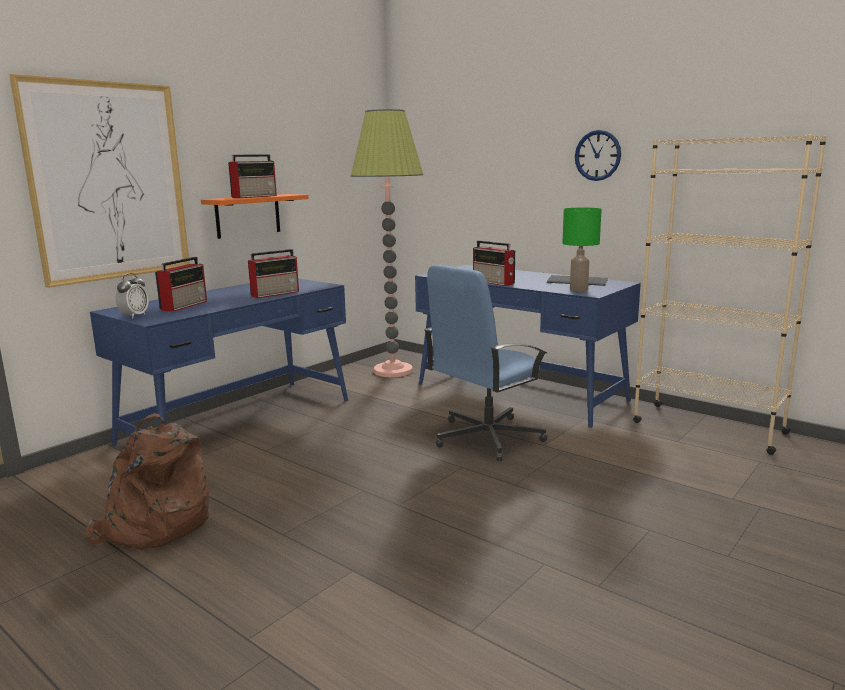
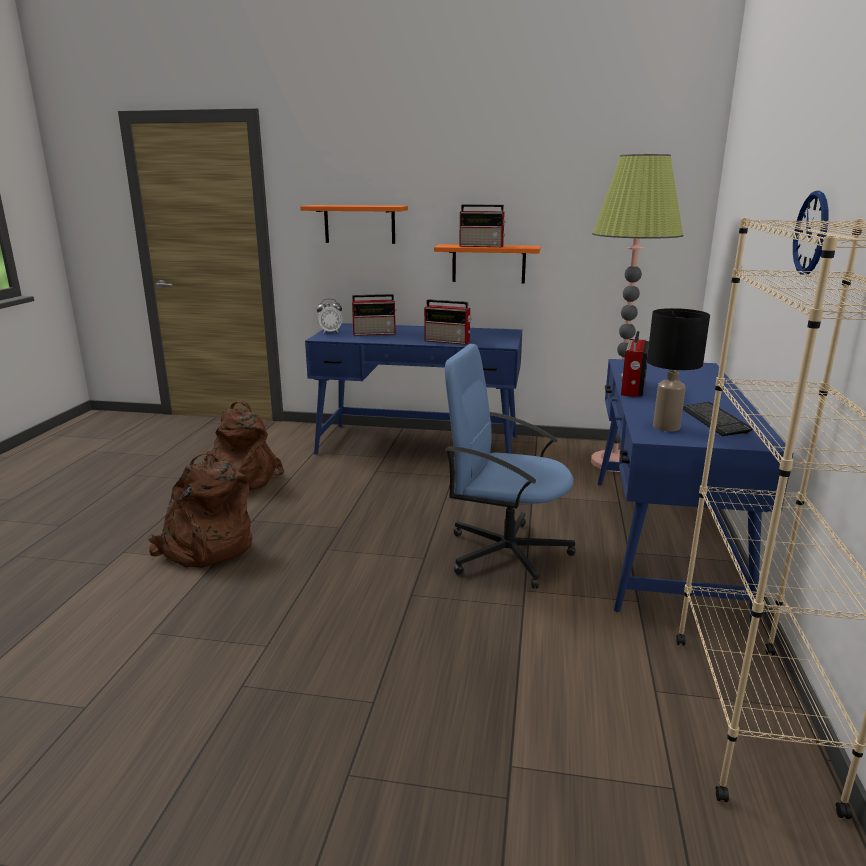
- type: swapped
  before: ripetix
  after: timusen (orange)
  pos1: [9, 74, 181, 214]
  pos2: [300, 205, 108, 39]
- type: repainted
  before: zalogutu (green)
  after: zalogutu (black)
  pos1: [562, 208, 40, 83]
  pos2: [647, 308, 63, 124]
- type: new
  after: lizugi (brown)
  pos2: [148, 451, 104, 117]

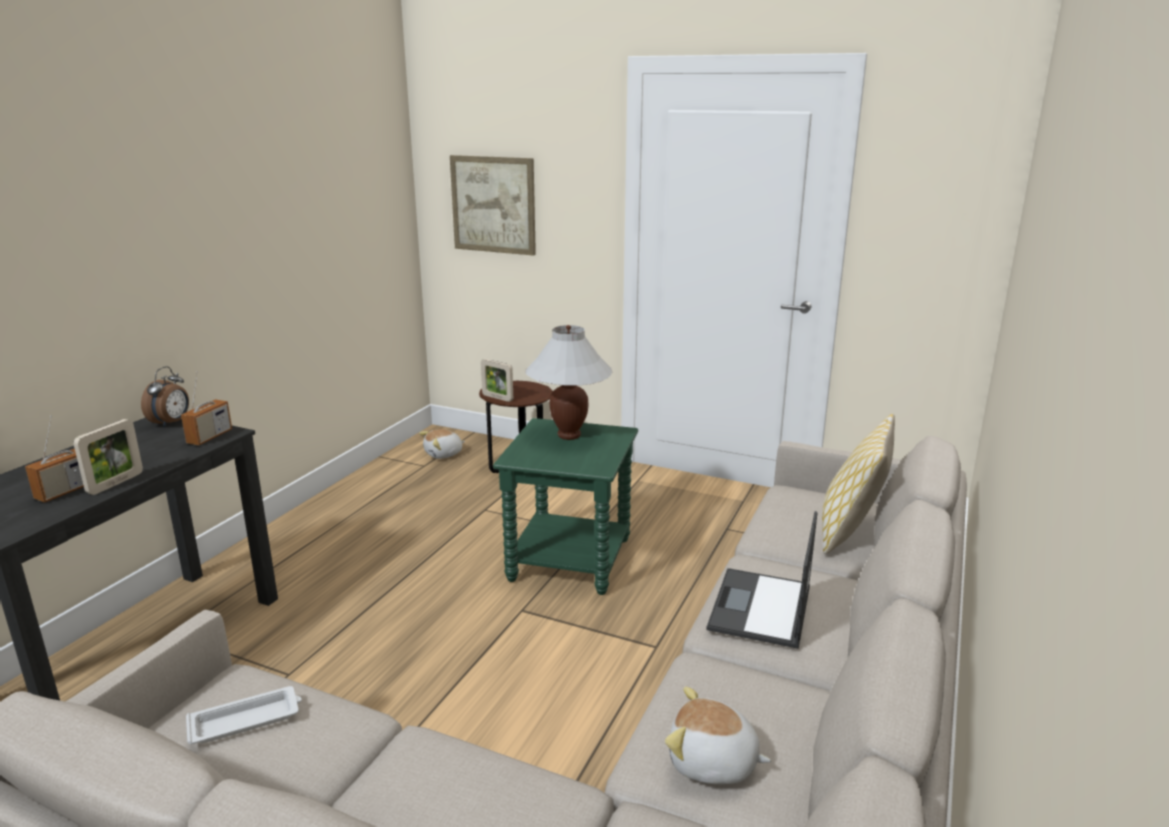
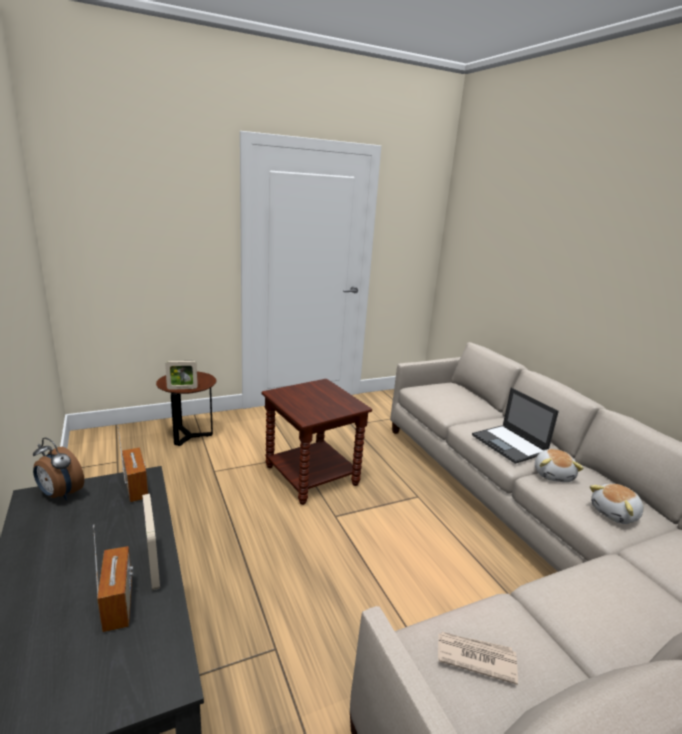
- type: gone
  before: ripetix
  pos1: [450, 155, 86, 101]
- type: gone
  before: zalogutu (white)
  pos1: [525, 325, 87, 115]
- type: rotated
  before: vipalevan
  pos1: [141, 366, 48, 61]
  pos2: [33, 438, 51, 62]
  turn: 150
- type: gone
  before: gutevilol
  pos1: [822, 414, 73, 140]
- type: repainted
  before: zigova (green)
  after: zigova (brown)
  pos1: [493, 418, 145, 177]
  pos2: [261, 379, 111, 126]
- type: shifted
  before: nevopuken
  pos1: [419, 429, 46, 30]
  pos2: [535, 449, 49, 33]
- type: swapped
  before: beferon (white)
  after: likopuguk
  pos1: [186, 686, 116, 58]
  pos2: [438, 632, 80, 53]

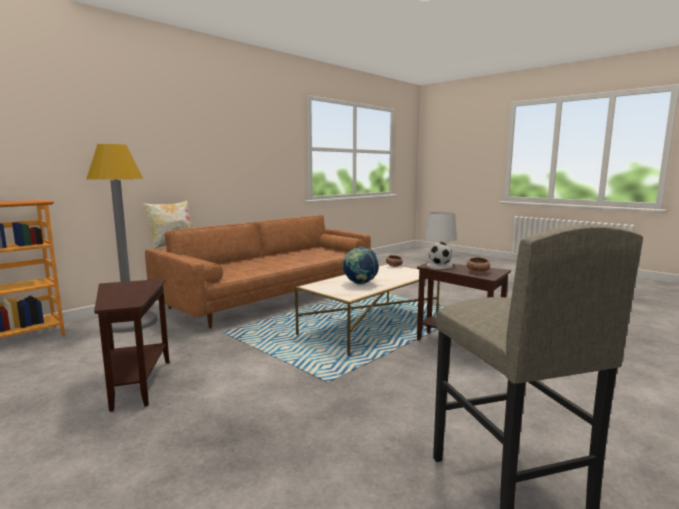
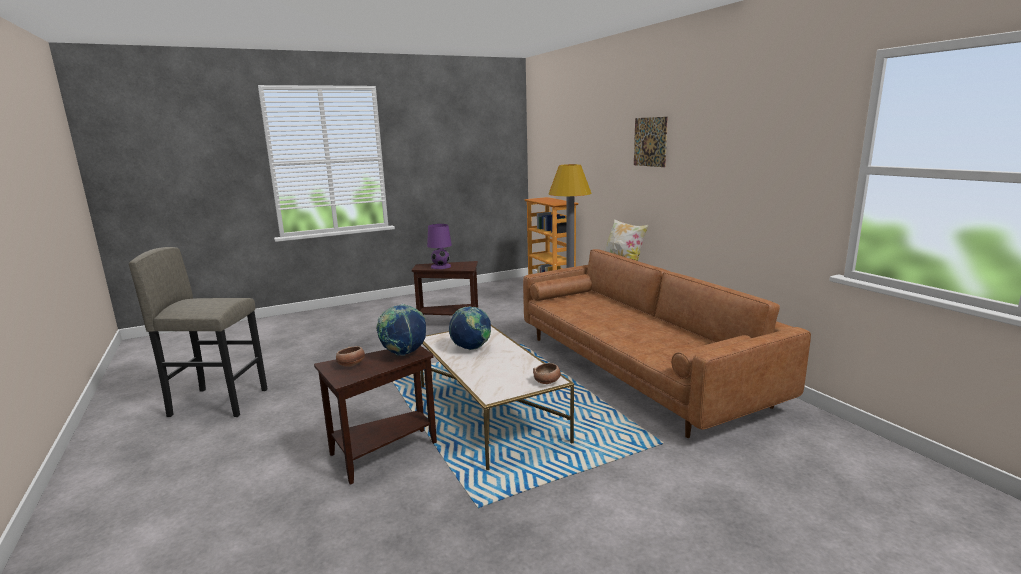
- type: swapped
  before: zalogutu (white)
  after: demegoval
  pos1: [425, 212, 32, 57]
  pos2: [376, 304, 50, 52]
- type: new
  after: ripetix
  pos2: [634, 117, 34, 50]
- type: new
  after: zalogutu (purple)
  pos2: [427, 224, 25, 45]

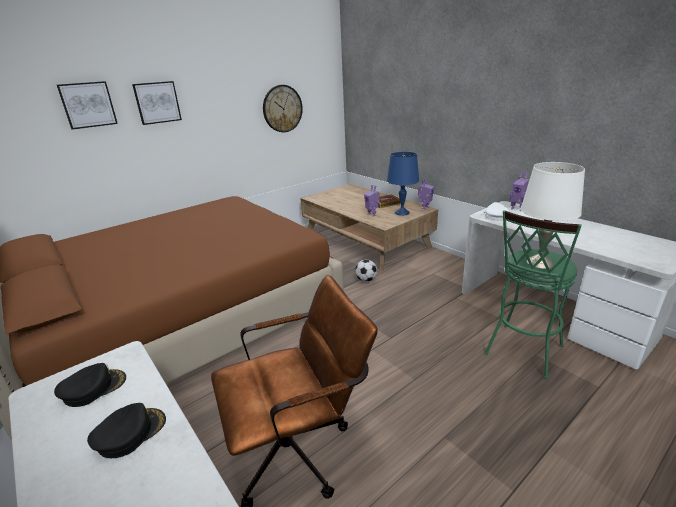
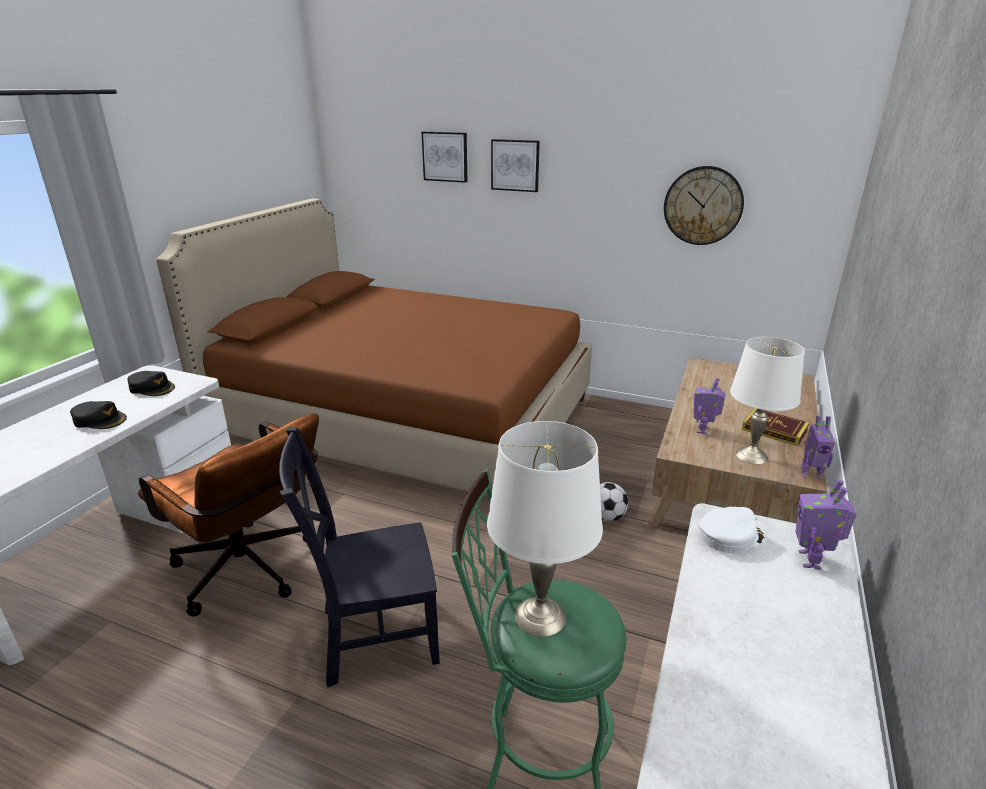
- type: repainted
  before: zalogutu (blue)
  after: zalogutu (white)
  pos1: [387, 152, 32, 64]
  pos2: [730, 337, 75, 127]
- type: new
  after: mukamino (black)
  pos2: [279, 427, 161, 260]

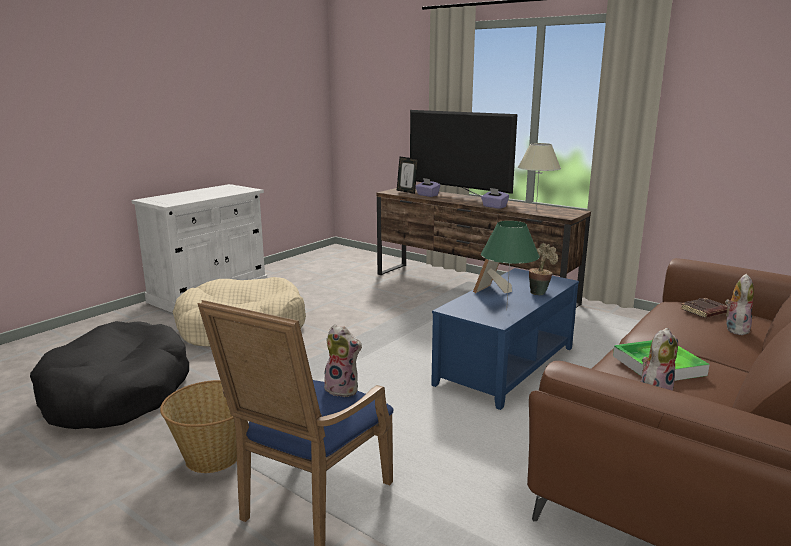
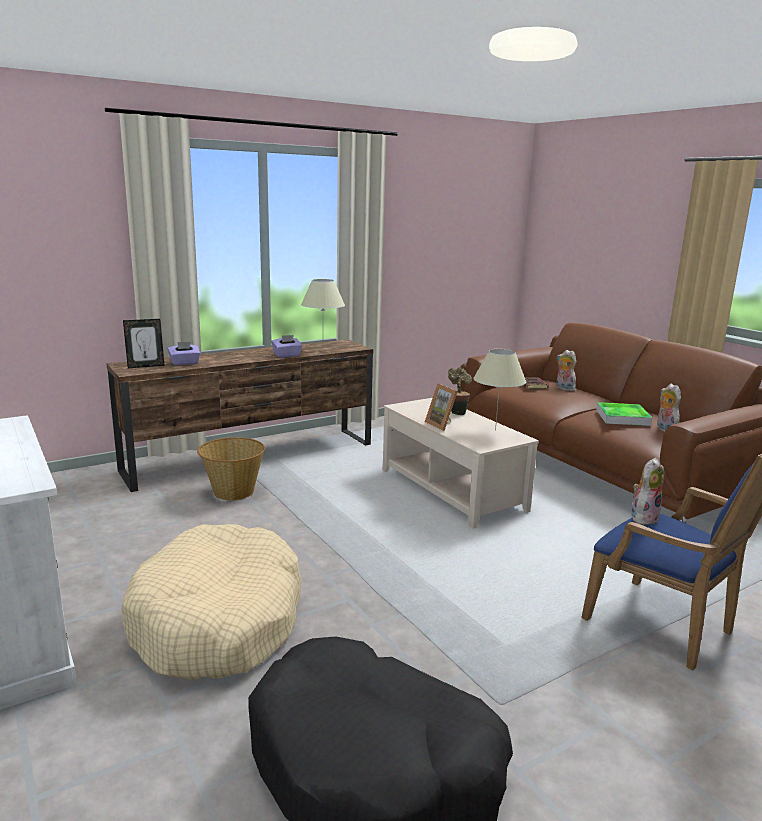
- type: gone
  before: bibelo
  pos1: [410, 110, 108, 87]
- type: repainted
  before: zalogutu (green)
  after: zalogutu (beige)
  pos1: [481, 221, 59, 90]
  pos2: [473, 349, 53, 82]
- type: repainted
  before: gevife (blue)
  after: gevife (beige)
  pos1: [431, 268, 148, 142]
  pos2: [383, 398, 156, 131]
- type: shifted
  before: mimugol
  pos1: [160, 380, 77, 93]
  pos2: [197, 437, 68, 63]

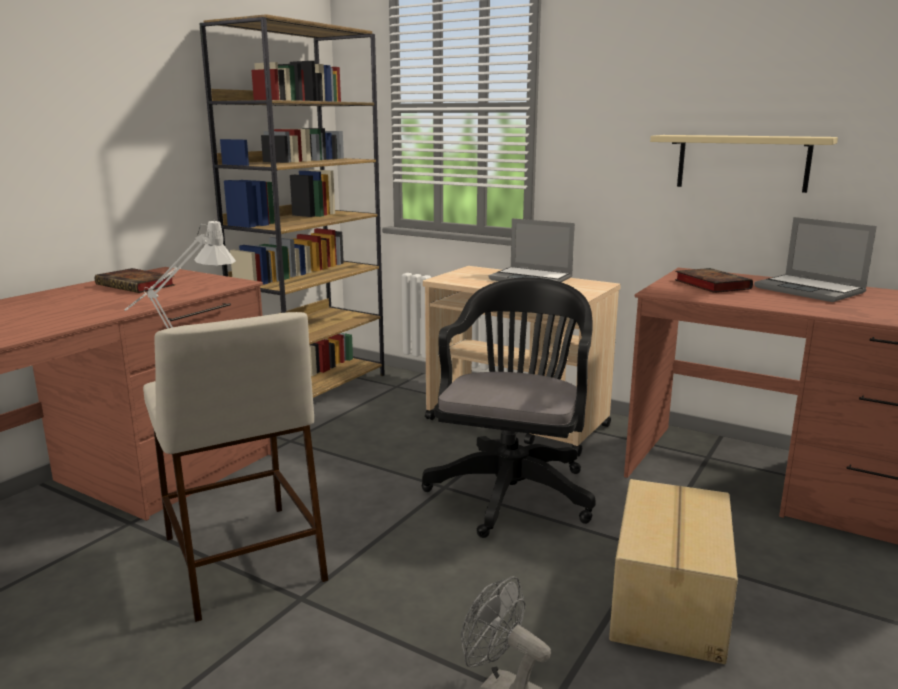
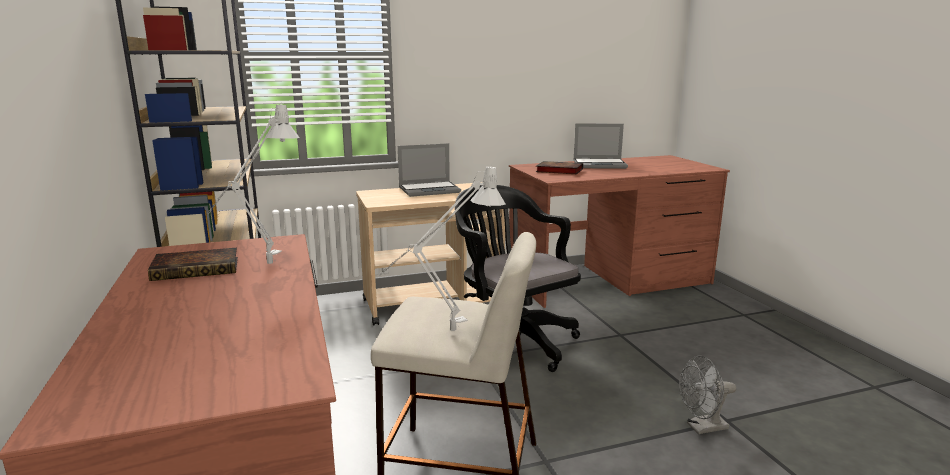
- type: gone
  before: timusen (beige)
  pos1: [650, 135, 188, 58]
- type: gone
  before: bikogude
  pos1: [609, 479, 129, 185]
- type: new
  after: zalogutu (grey)
  pos2: [207, 104, 93, 160]

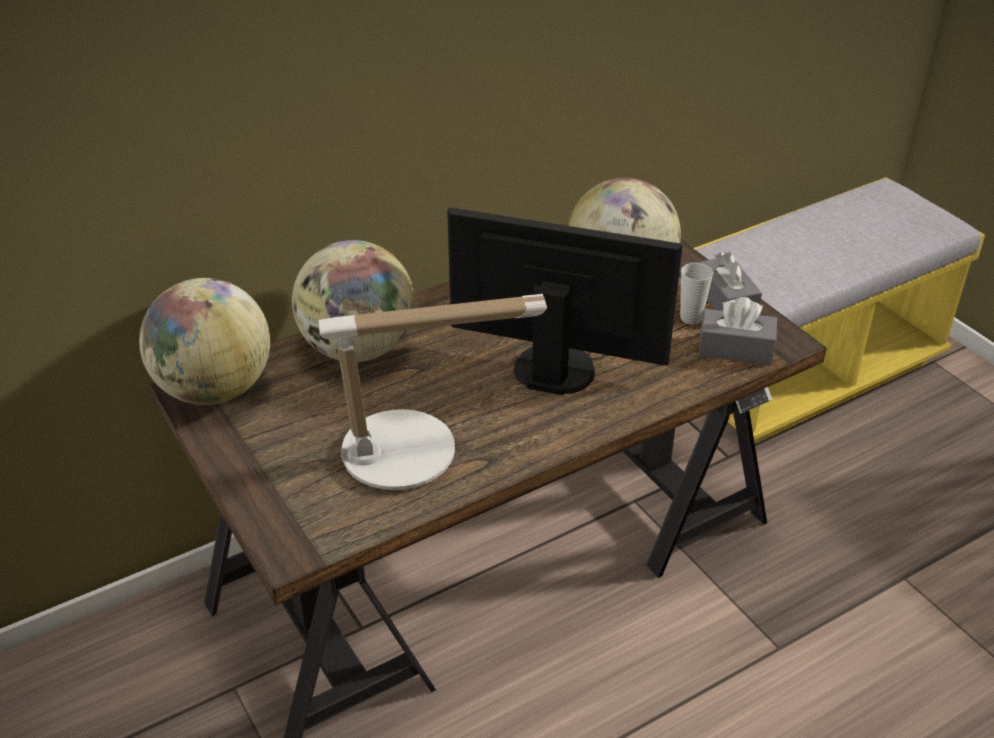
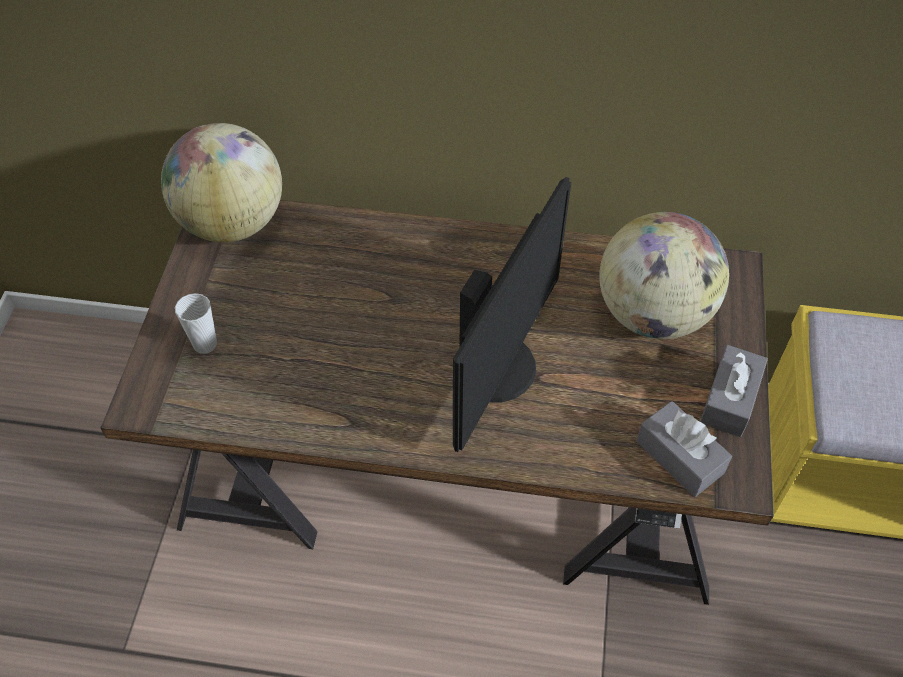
- type: rotated
  before: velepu
  pos1: [447, 208, 236, 187]
  pos2: [453, 177, 118, 275]
  turn: 60
- type: gone
  before: demegoval
  pos1: [292, 240, 123, 122]
- type: shifted
  before: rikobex
  pos1: [680, 262, 33, 63]
  pos2: [175, 293, 42, 61]
- type: gone
  before: zalogutu
  pos1: [318, 294, 229, 196]

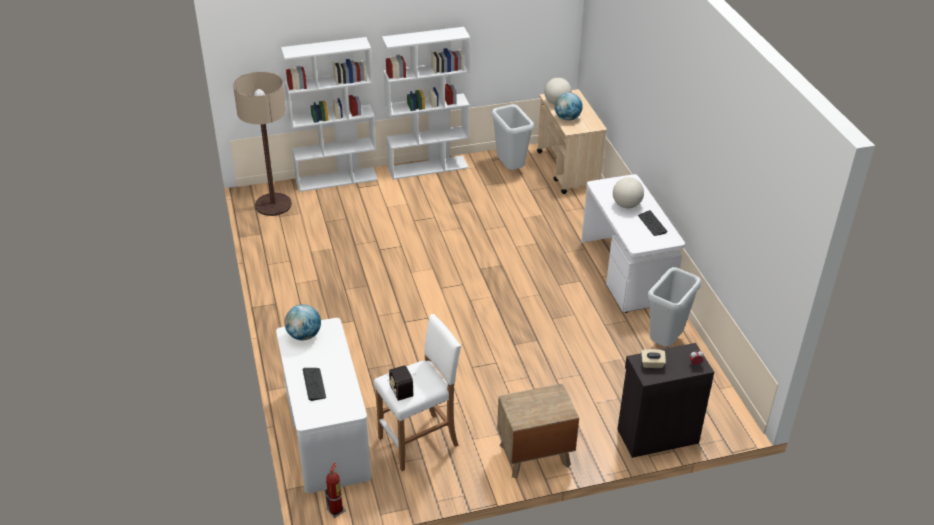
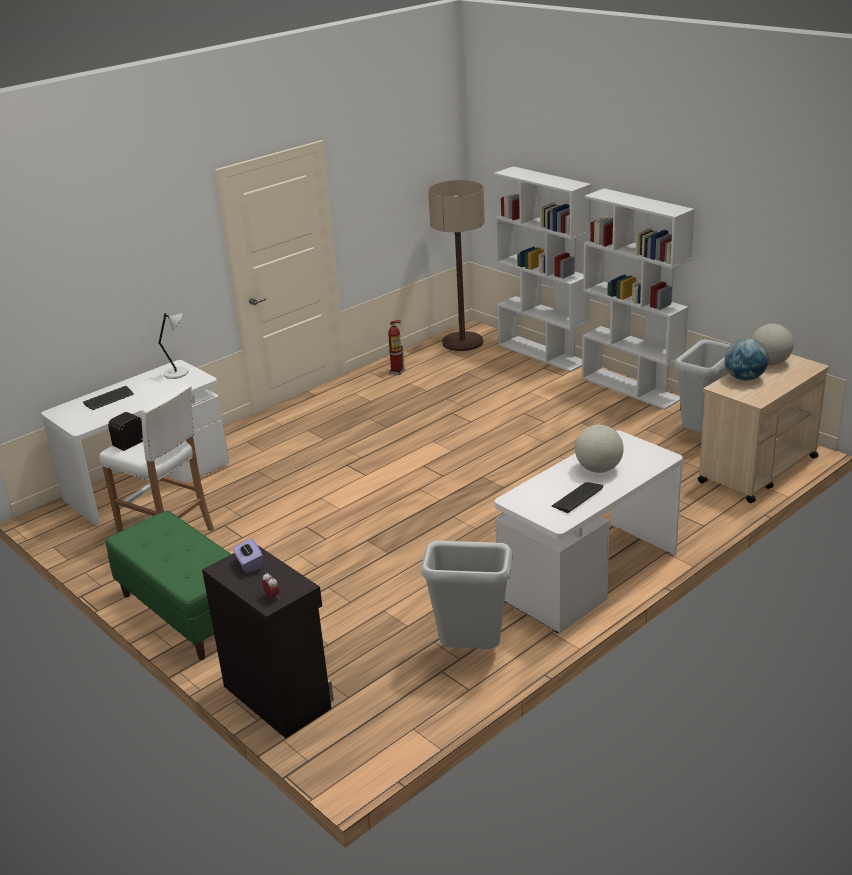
- type: swapped
  before: demegoval
  after: zalogutu (grey)
  pos1: [284, 304, 37, 36]
  pos2: [158, 313, 30, 66]
- type: repainted
  before: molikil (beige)
  after: molikil (purple)
  pos1: [641, 349, 25, 19]
  pos2: [233, 539, 30, 34]
- type: swapped
  before: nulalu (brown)
  after: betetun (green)
  pos1: [497, 383, 82, 96]
  pos2: [106, 510, 125, 150]
- type: shifted
  before: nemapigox
  pos1: [325, 463, 21, 55]
  pos2: [388, 320, 17, 55]

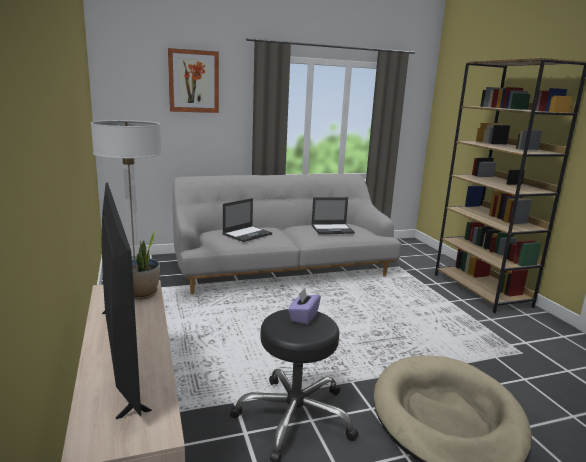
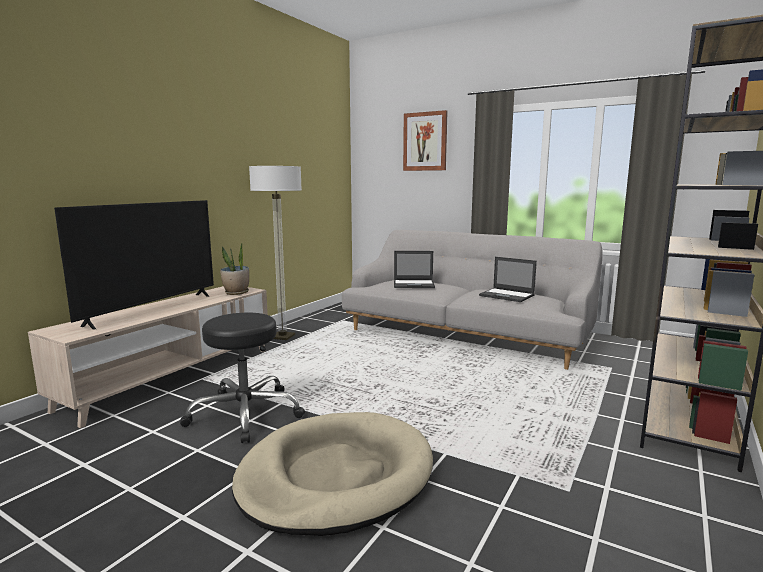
- type: gone
  before: molikil (purple)
  pos1: [288, 288, 33, 37]

